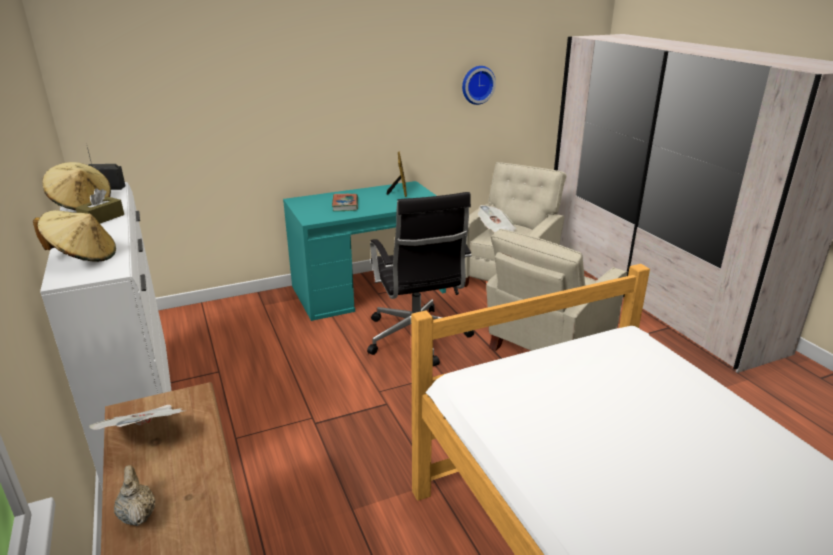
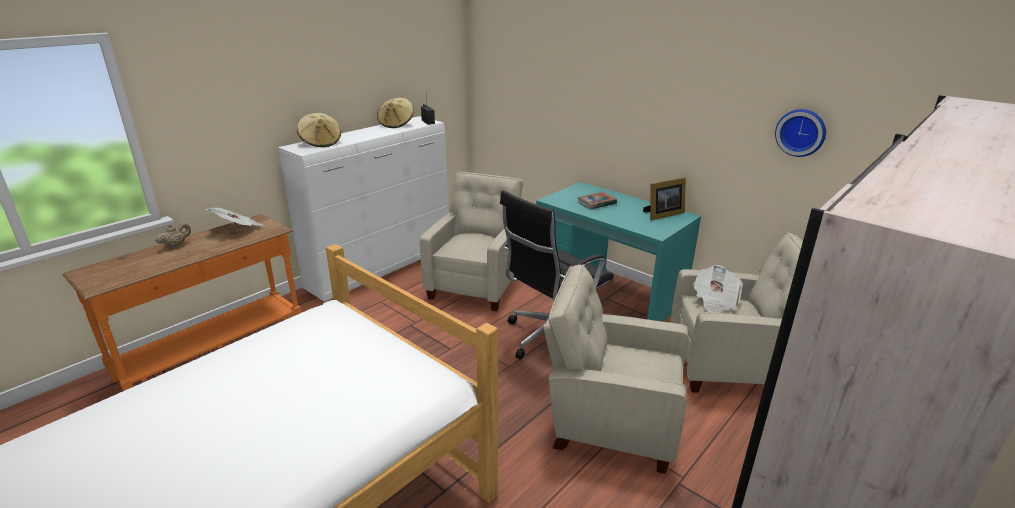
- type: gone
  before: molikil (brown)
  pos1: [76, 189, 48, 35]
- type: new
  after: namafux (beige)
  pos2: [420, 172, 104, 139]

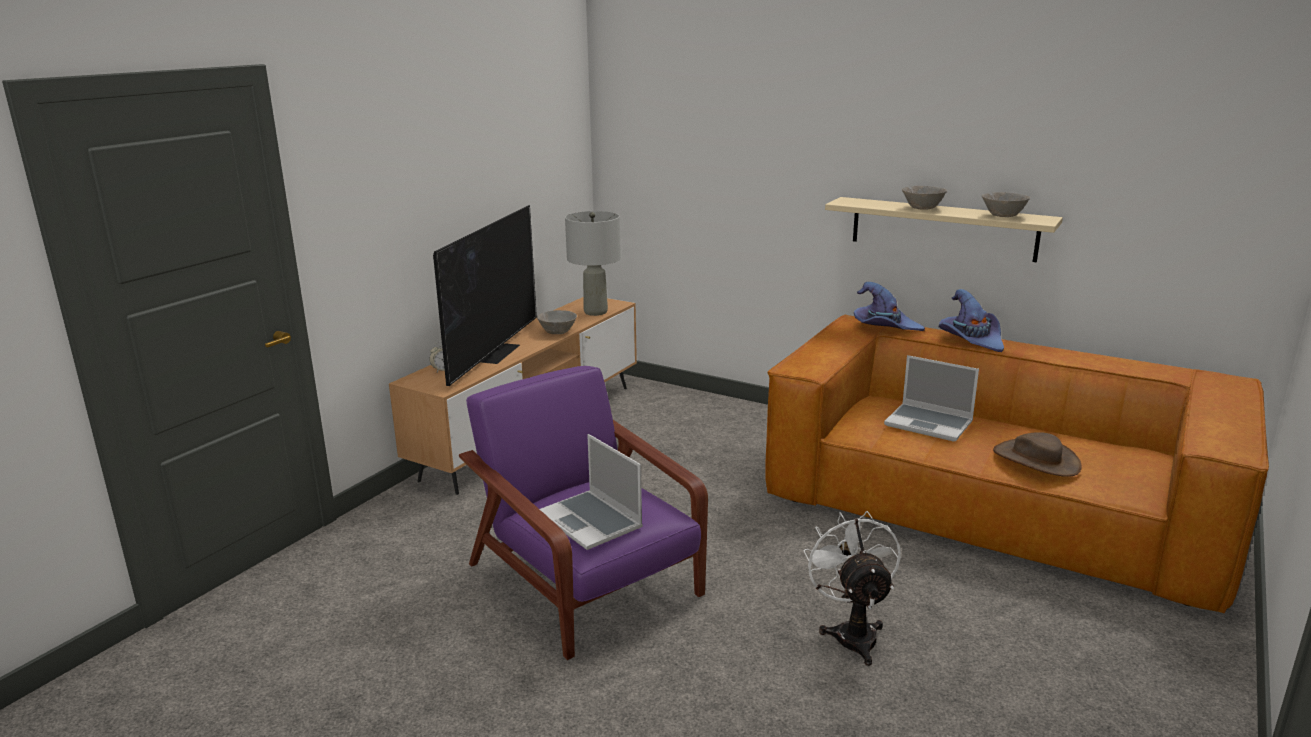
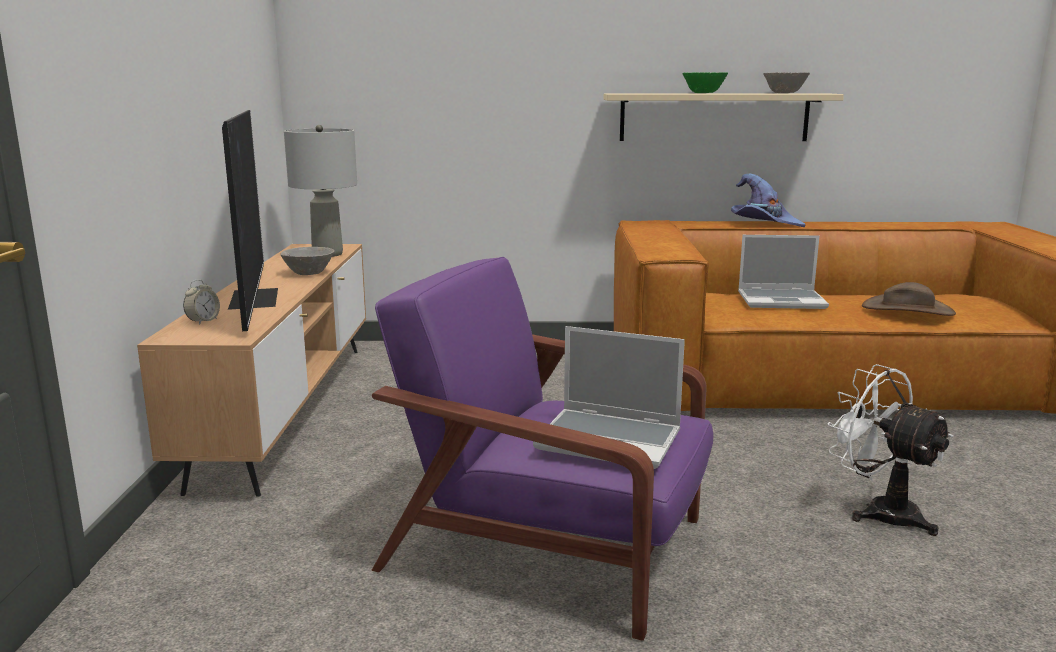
- type: repainted
  before: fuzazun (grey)
  after: fuzazun (green)
  pos1: [902, 186, 45, 24]
  pos2: [682, 72, 46, 21]
- type: gone
  before: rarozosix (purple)
  pos1: [854, 282, 71, 49]

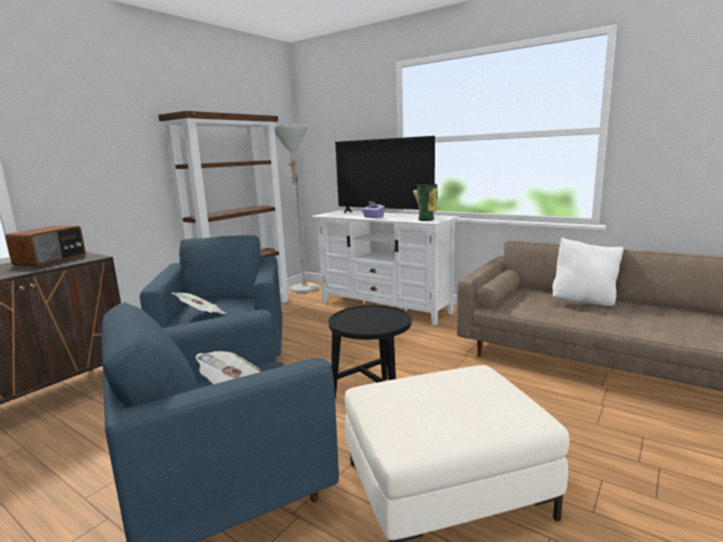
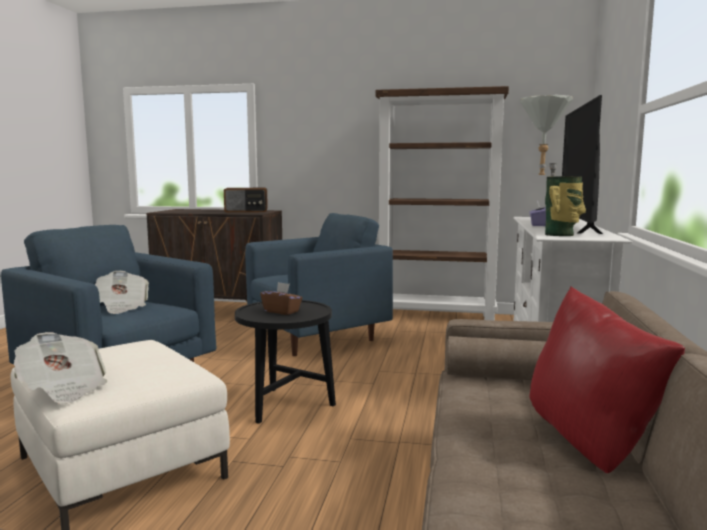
- type: repainted
  before: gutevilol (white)
  after: gutevilol (red)
  pos1: [552, 237, 72, 69]
  pos2: [529, 286, 156, 187]
- type: shifted
  before: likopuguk
  pos1: [172, 293, 55, 21]
  pos2: [13, 332, 94, 72]
- type: new
  after: molikil (brown)
  pos2: [260, 282, 42, 33]

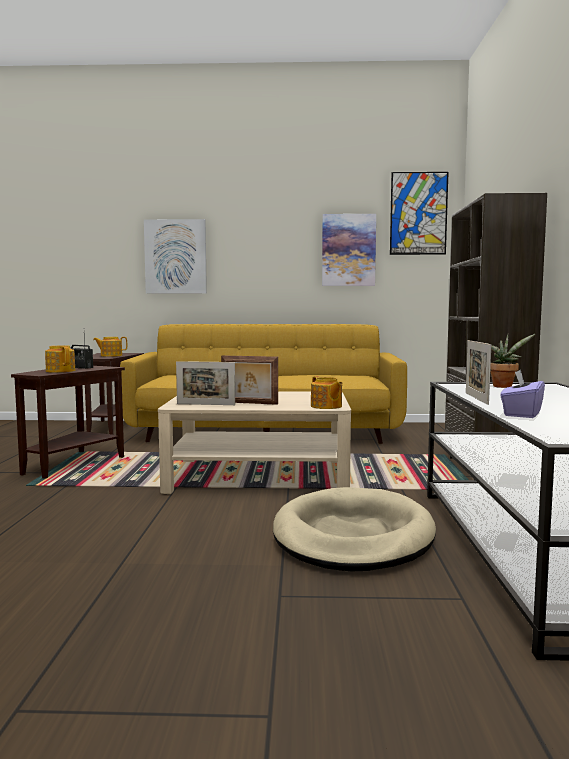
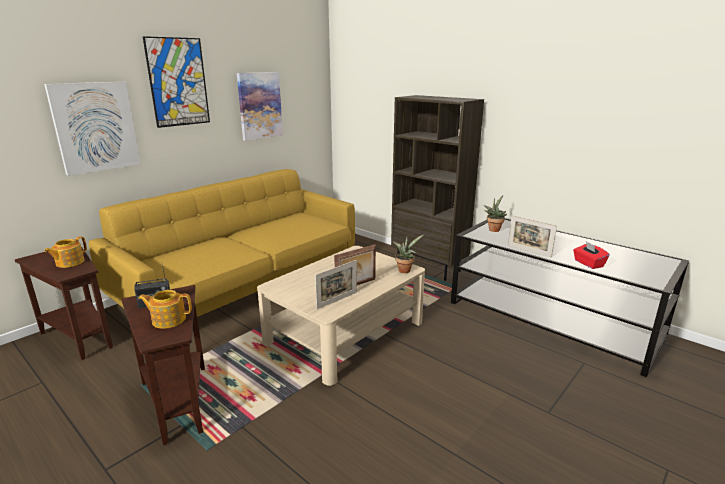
- type: shifted
  before: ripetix
  pos1: [390, 172, 58, 83]
  pos2: [142, 36, 68, 92]
- type: repainted
  before: molikil (purple)
  after: molikil (red)
  pos1: [500, 369, 45, 49]
  pos2: [573, 242, 37, 27]
- type: swapped
  before: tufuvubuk
  after: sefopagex
  pos1: [311, 376, 32, 33]
  pos2: [393, 234, 31, 39]
- type: gone
  before: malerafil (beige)
  pos1: [273, 487, 163, 84]

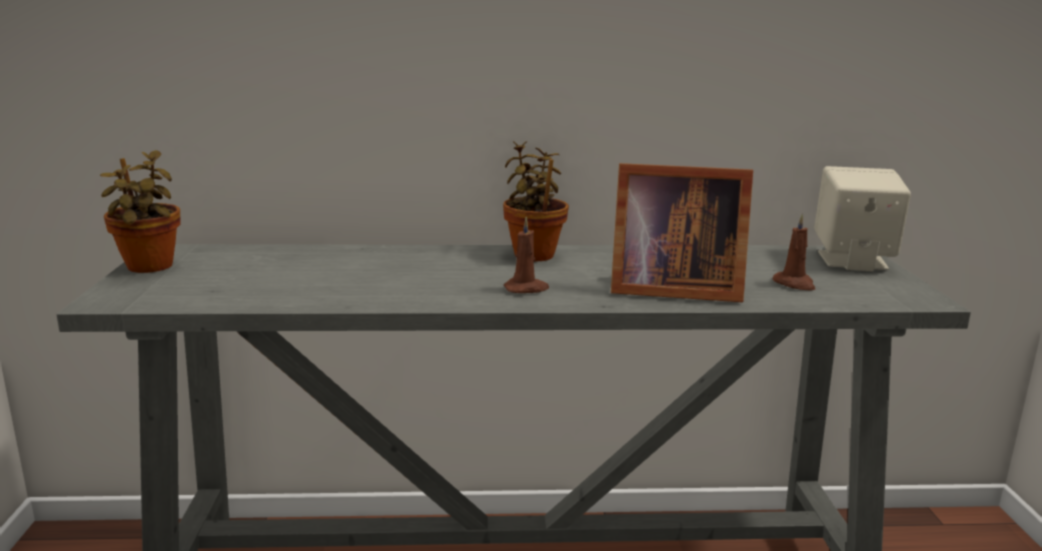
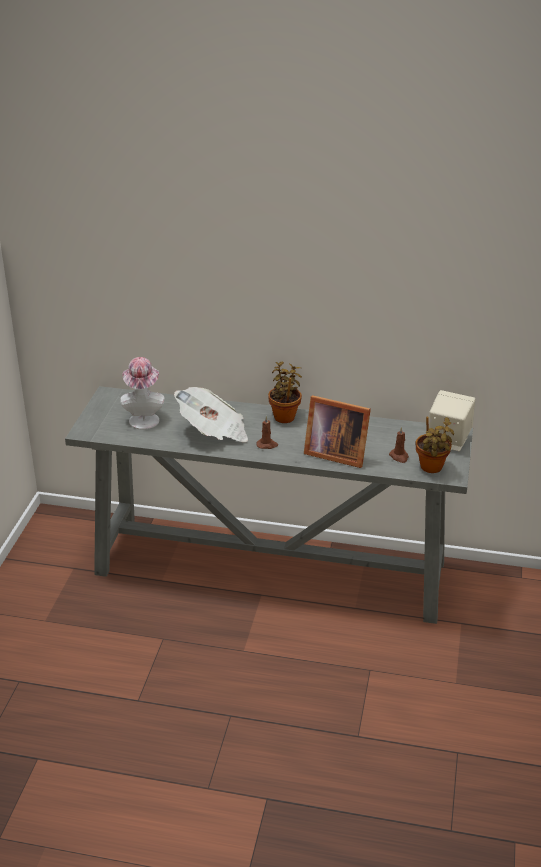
- type: shifted
  before: sefopagex
  pos1: [100, 150, 81, 123]
  pos2: [415, 417, 39, 56]
- type: new
  after: rarozosix
  pos2: [120, 357, 45, 72]
- type: new
  after: likopuguk
  pos2: [174, 387, 74, 55]

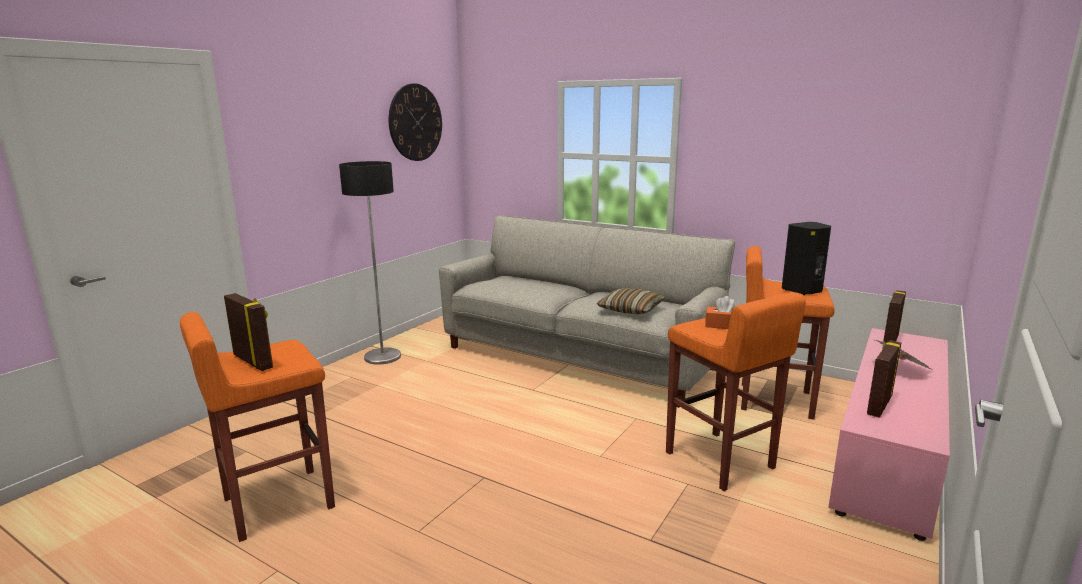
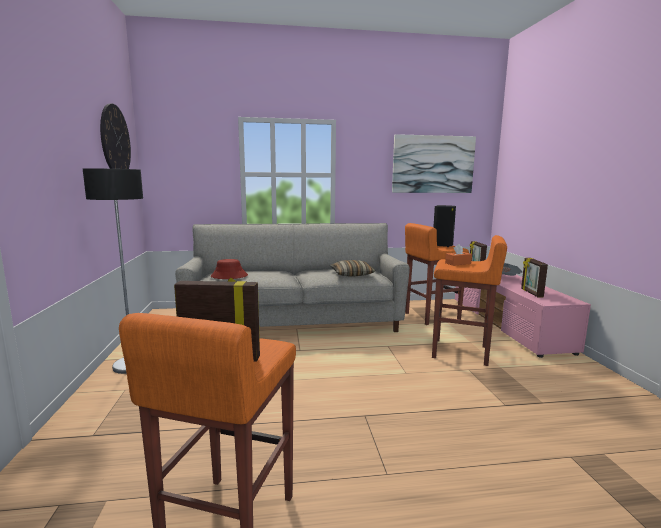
- type: new
  after: ripetix
  pos2: [392, 134, 84, 59]
- type: new
  after: rarozosix (red)
  pos2: [211, 259, 37, 20]

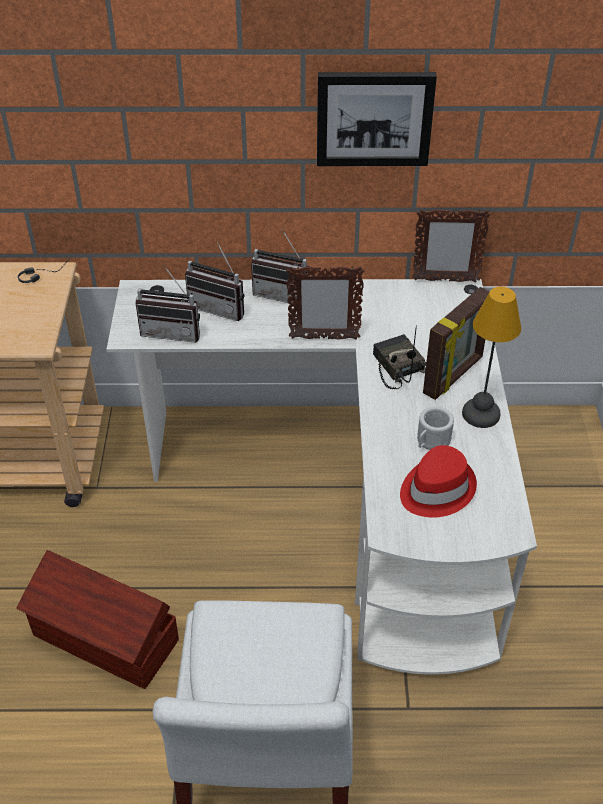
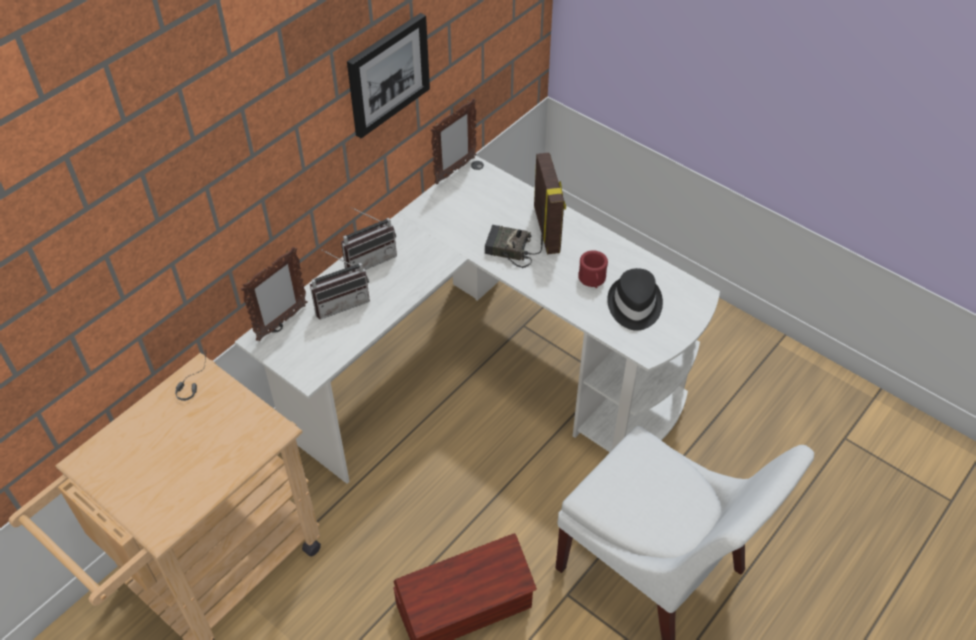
- type: gone
  before: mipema
  pos1: [136, 265, 64, 78]
- type: shifted
  before: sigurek
  pos1: [286, 266, 79, 74]
  pos2: [240, 247, 67, 94]
- type: gone
  before: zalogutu
  pos1: [462, 286, 59, 142]
- type: repainted
  before: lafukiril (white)
  after: lafukiril (red)
  pos1: [417, 406, 37, 44]
  pos2: [578, 250, 30, 38]
- type: repainted
  before: rarozosix (red)
  after: rarozosix (black)
  pos1: [400, 445, 77, 72]
  pos2: [607, 268, 56, 63]

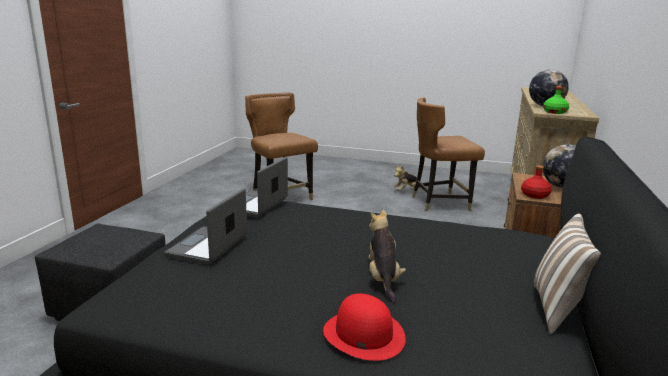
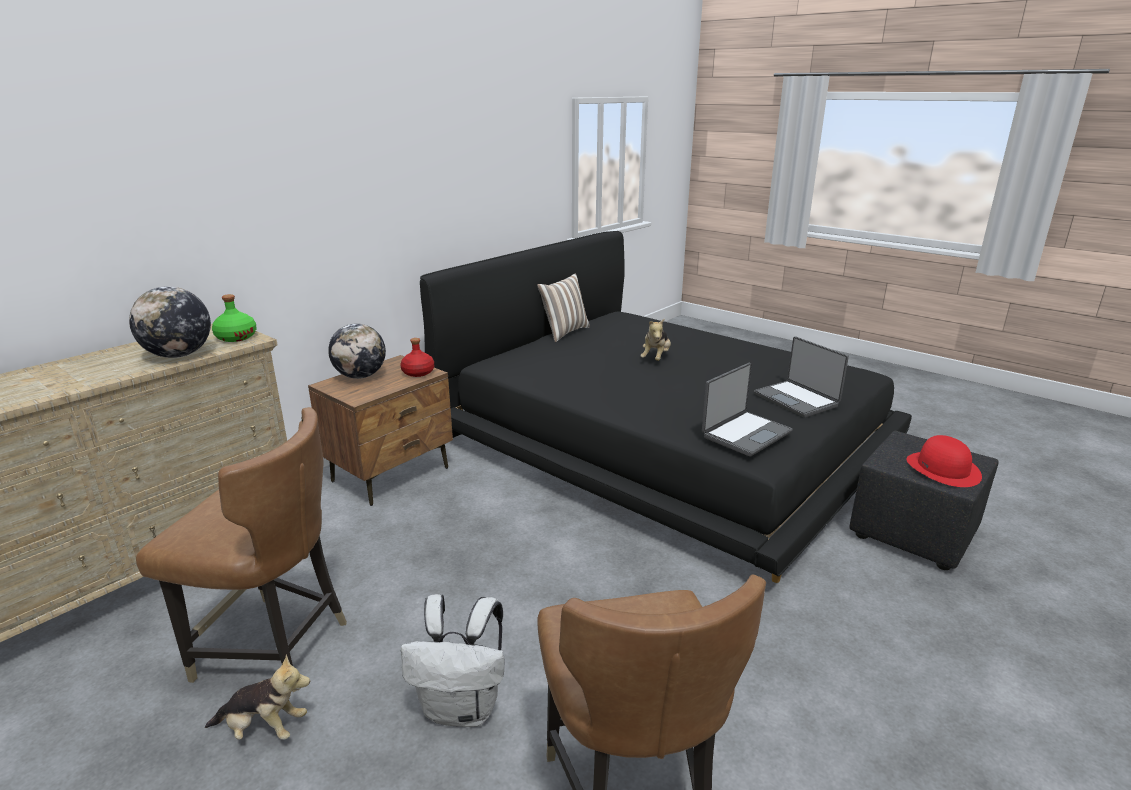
- type: rotated
  before: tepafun
  pos1: [164, 188, 83, 77]
  pos2: [754, 337, 95, 81]
  turn: 105
- type: shifted
  before: rarozosix (red)
  pos1: [323, 293, 83, 68]
  pos2: [906, 435, 76, 52]
- type: new
  after: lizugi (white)
  pos2: [401, 594, 104, 133]

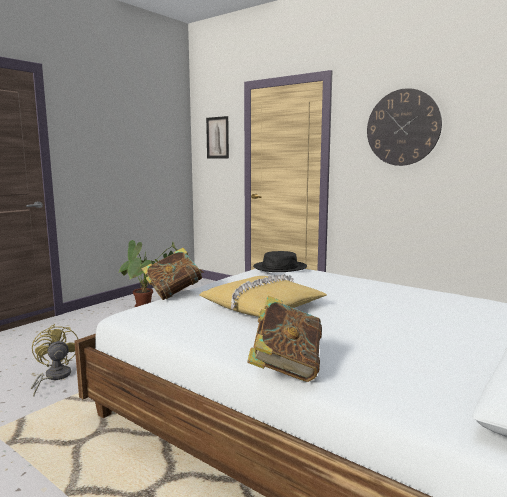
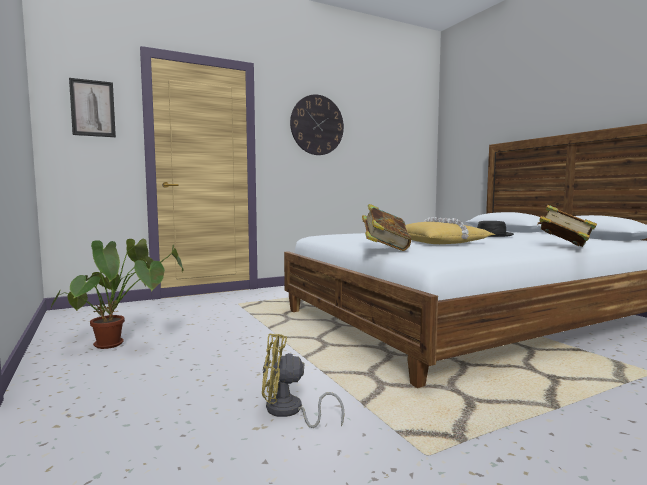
- type: shifted
  before: rarozosix (black)
  pos1: [253, 251, 54, 21]
  pos2: [477, 221, 37, 16]

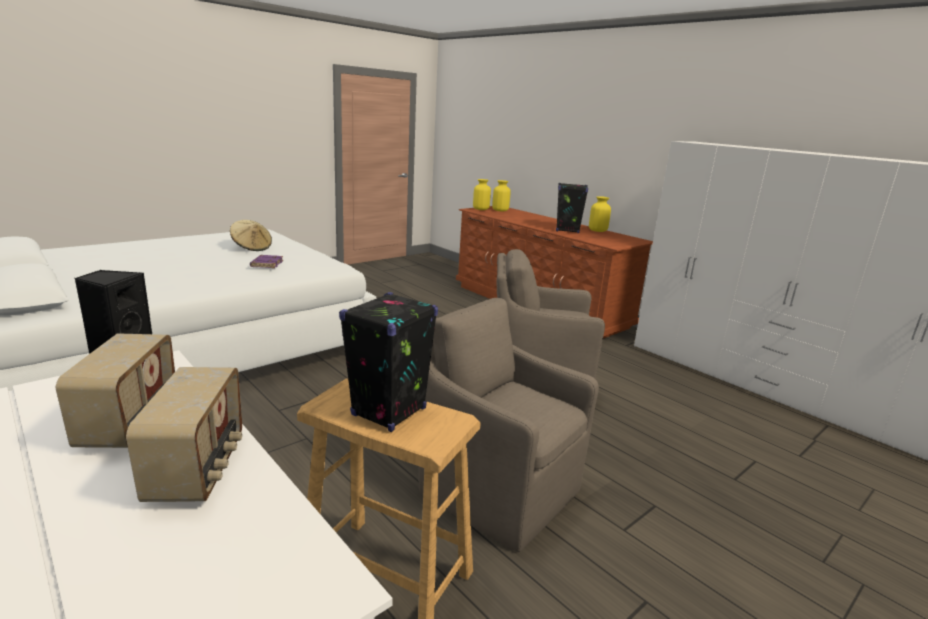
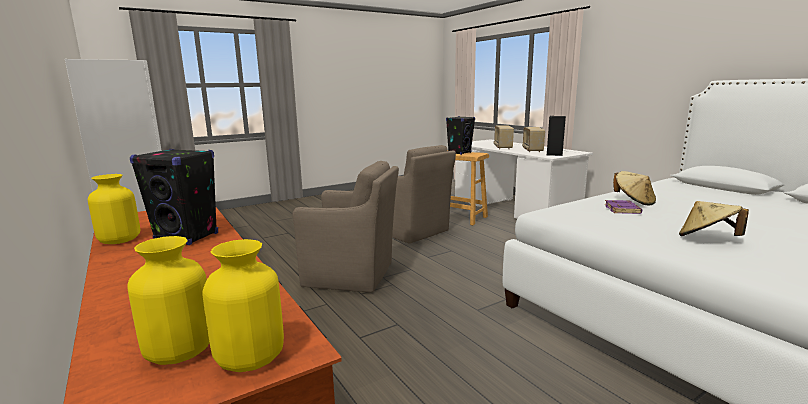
- type: new
  after: rarozosix (beige)
  pos2: [613, 171, 43, 35]

